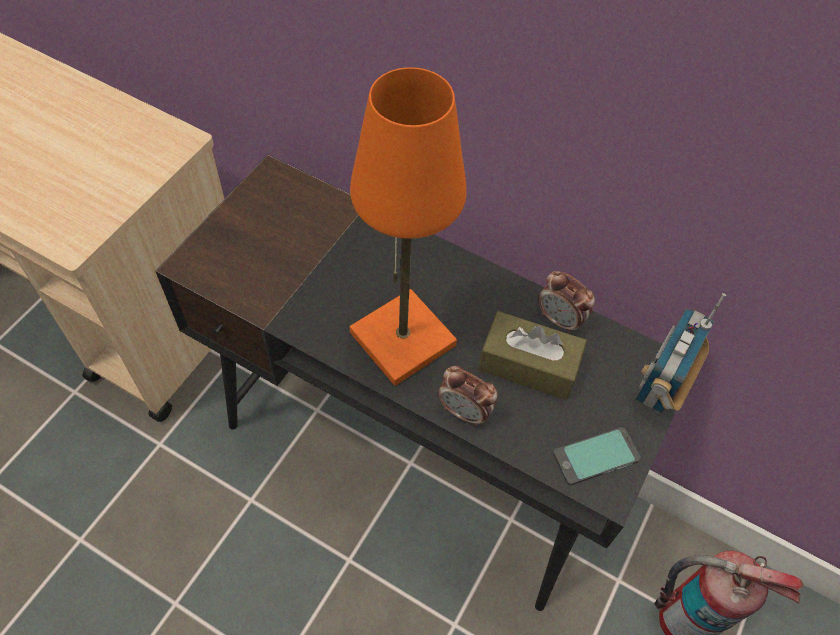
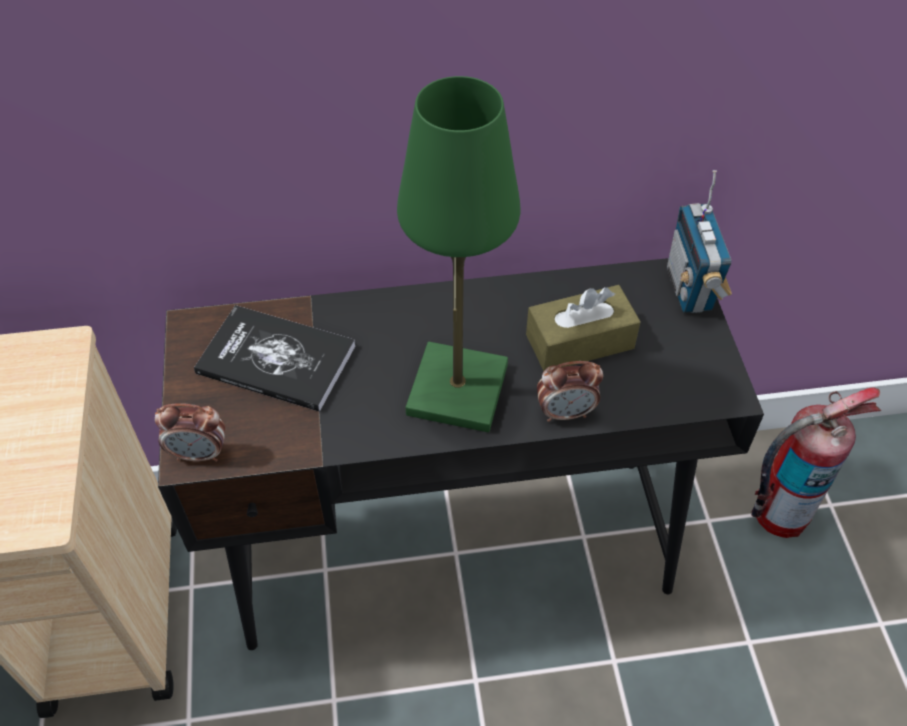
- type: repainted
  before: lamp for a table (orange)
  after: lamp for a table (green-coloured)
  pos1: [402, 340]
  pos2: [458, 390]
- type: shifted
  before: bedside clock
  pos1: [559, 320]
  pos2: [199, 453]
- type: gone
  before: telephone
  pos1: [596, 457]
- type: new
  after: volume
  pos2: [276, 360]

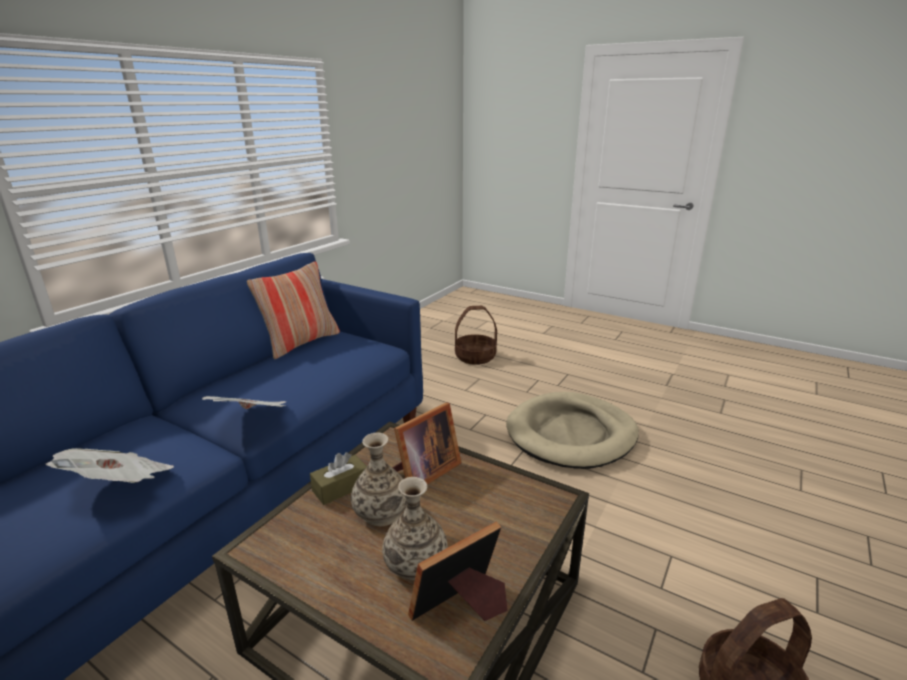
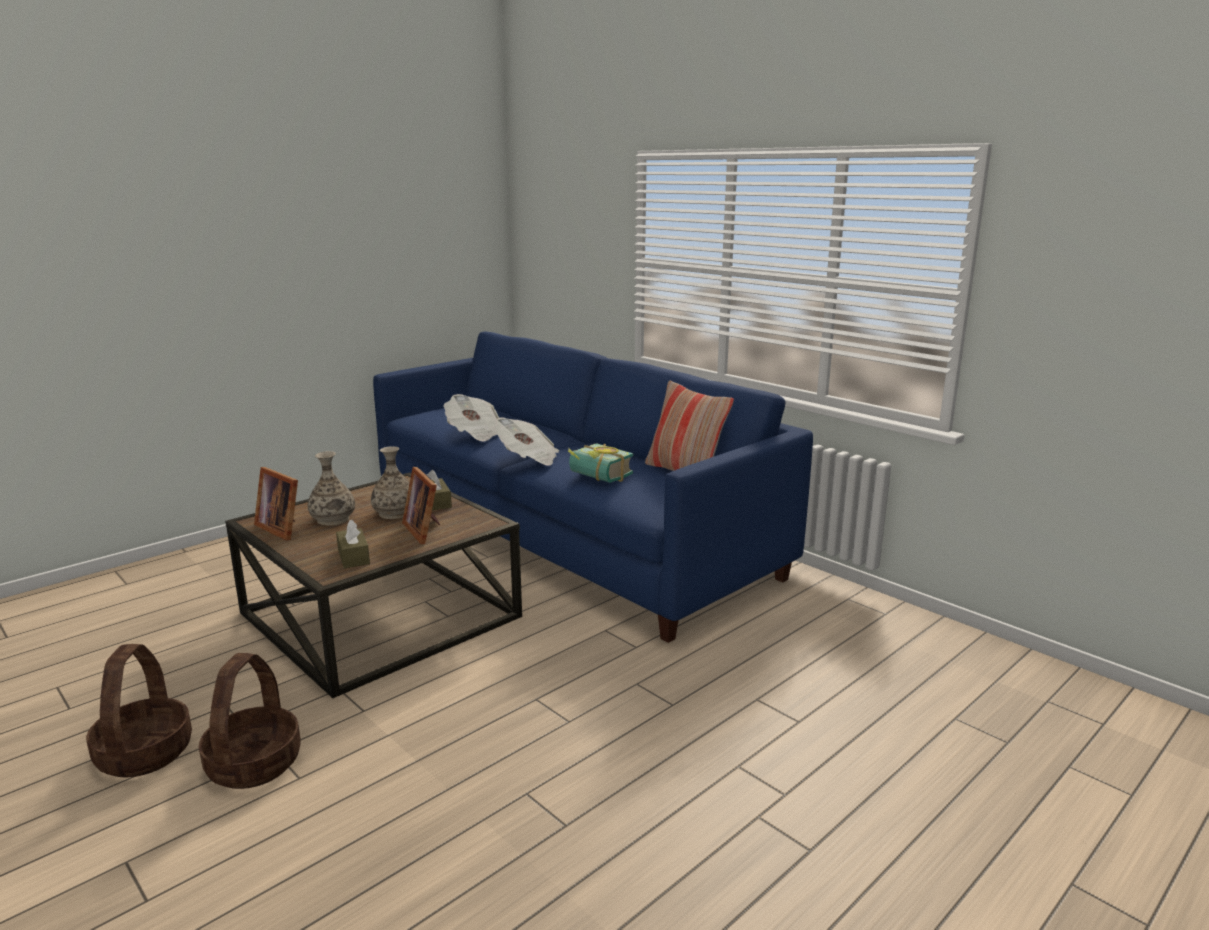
- type: rotated
  before: standing frame
  pos1: [462, 607]
  pos2: [282, 528]
  turn: 150
- type: shifted
  before: basket
  pos1: [475, 357]
  pos2: [254, 764]
- type: gone
  before: dog bed (beige-coloured)
  pos1: [571, 434]
- type: new
  after: tissue holder (brown)
  pos2: [353, 557]
- type: new
  after: volume
  pos2: [596, 478]

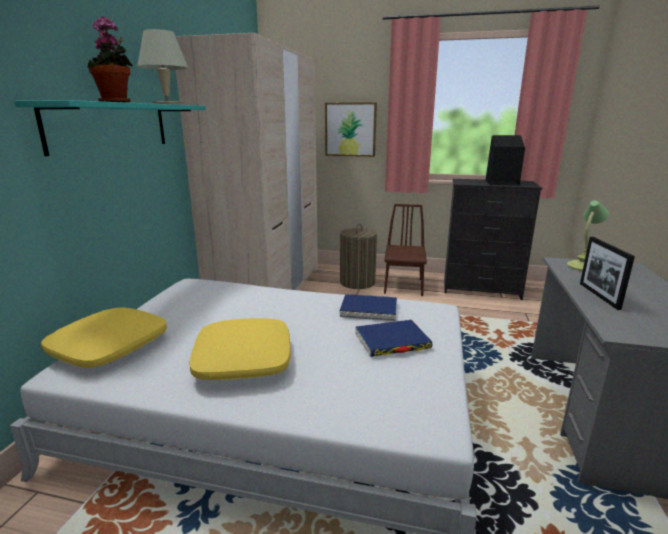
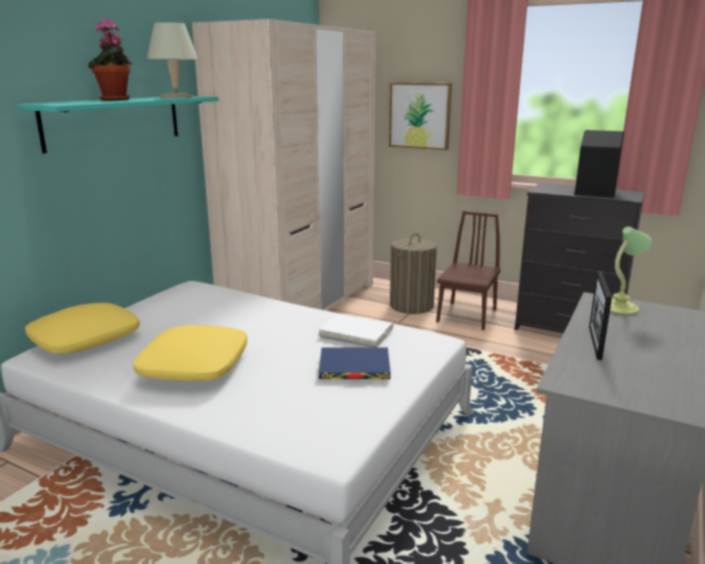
- type: repainted
  before: volume (blue-coloured)
  after: volume (whitish)
  pos1: [369, 310]
  pos2: [356, 333]

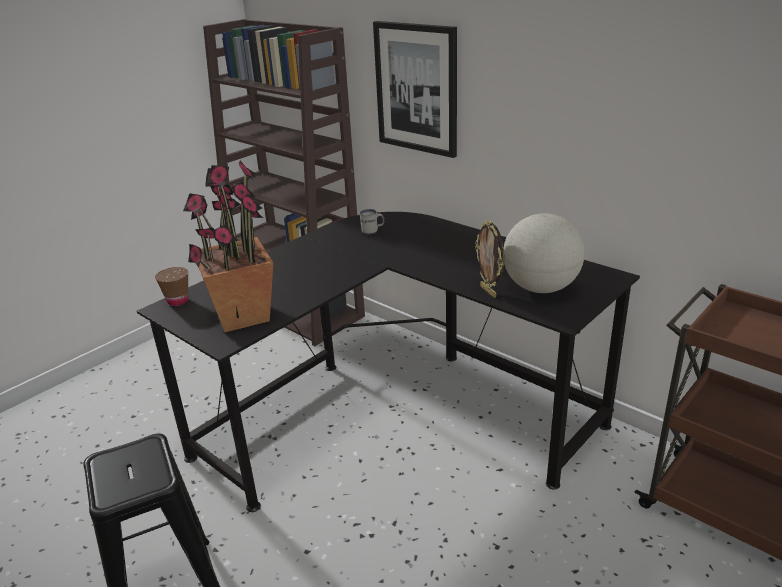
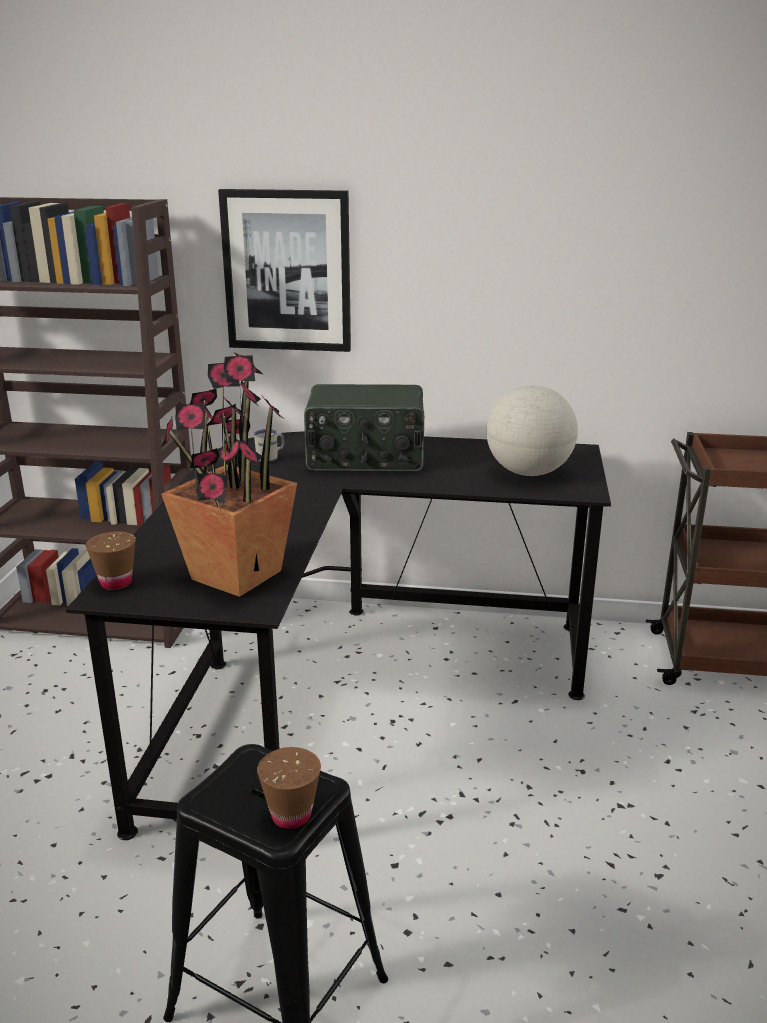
- type: gone
  before: standing frame
  pos1: [489, 291]
- type: new
  after: drinking cup (brown)
  pos2: [291, 815]
- type: new
  after: radio receiver
  pos2: [366, 457]

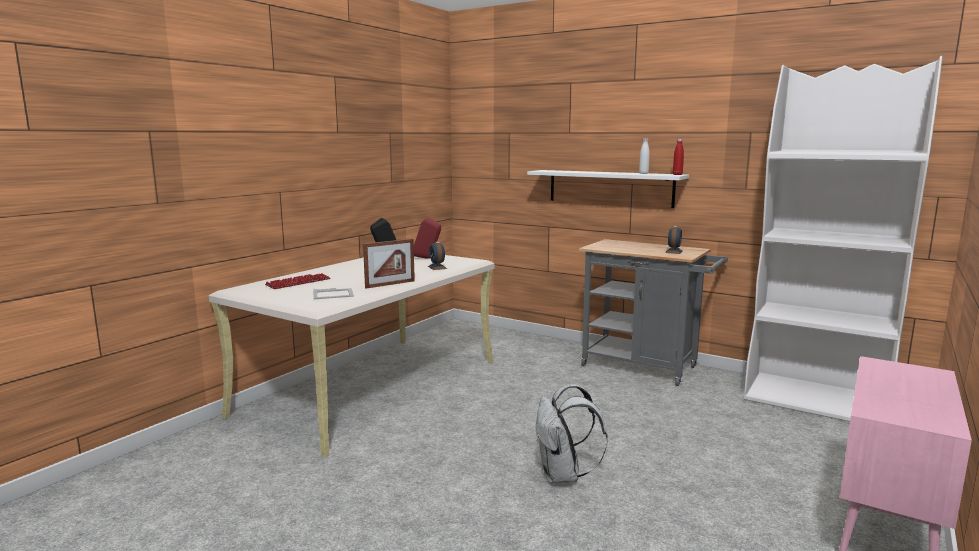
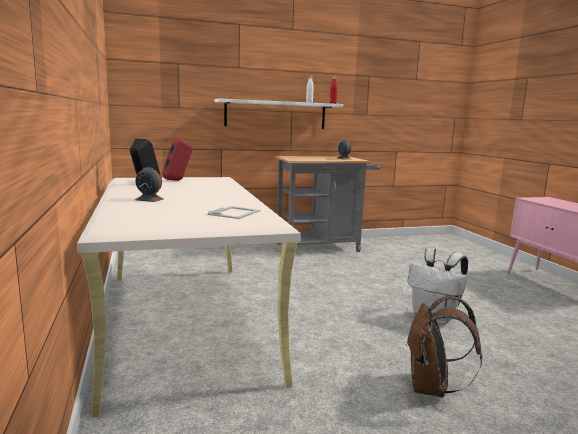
- type: gone
  before: keyboard
  pos1: [298, 283]
- type: gone
  before: standing frame
  pos1: [390, 284]
- type: shifted
  before: bedside clock
  pos1: [437, 267]
  pos2: [149, 199]
- type: gone
  before: bookcase (whitish)
  pos1: [816, 400]
- type: new
  after: knapsack (brown)
  pos2: [432, 388]

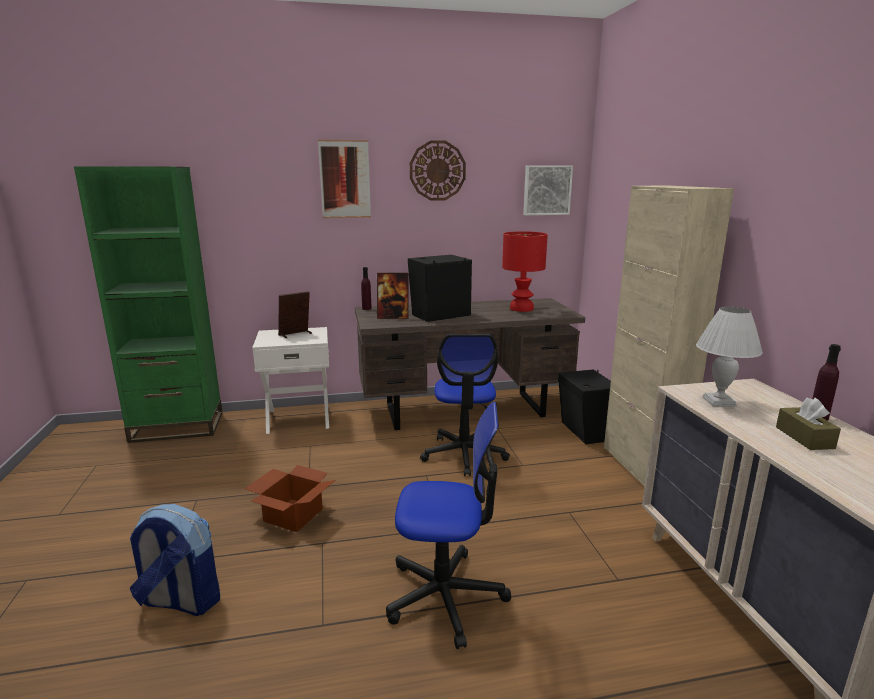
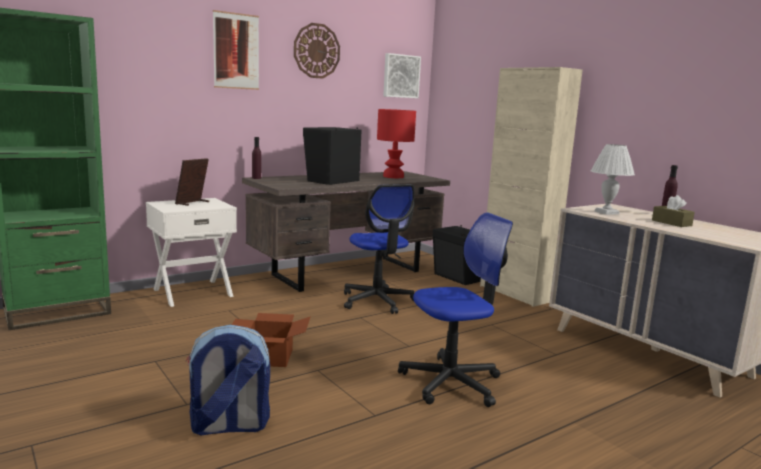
- type: gone
  before: standing frame
  pos1: [393, 317]

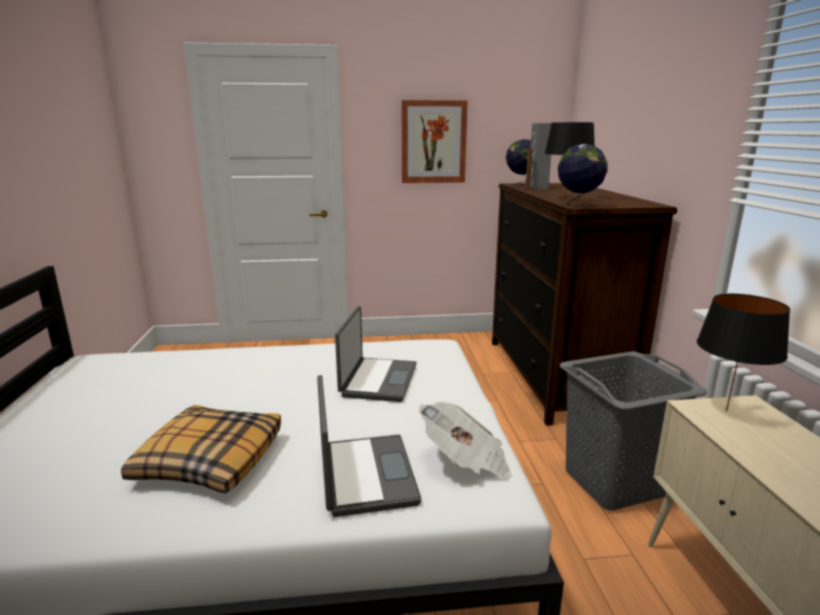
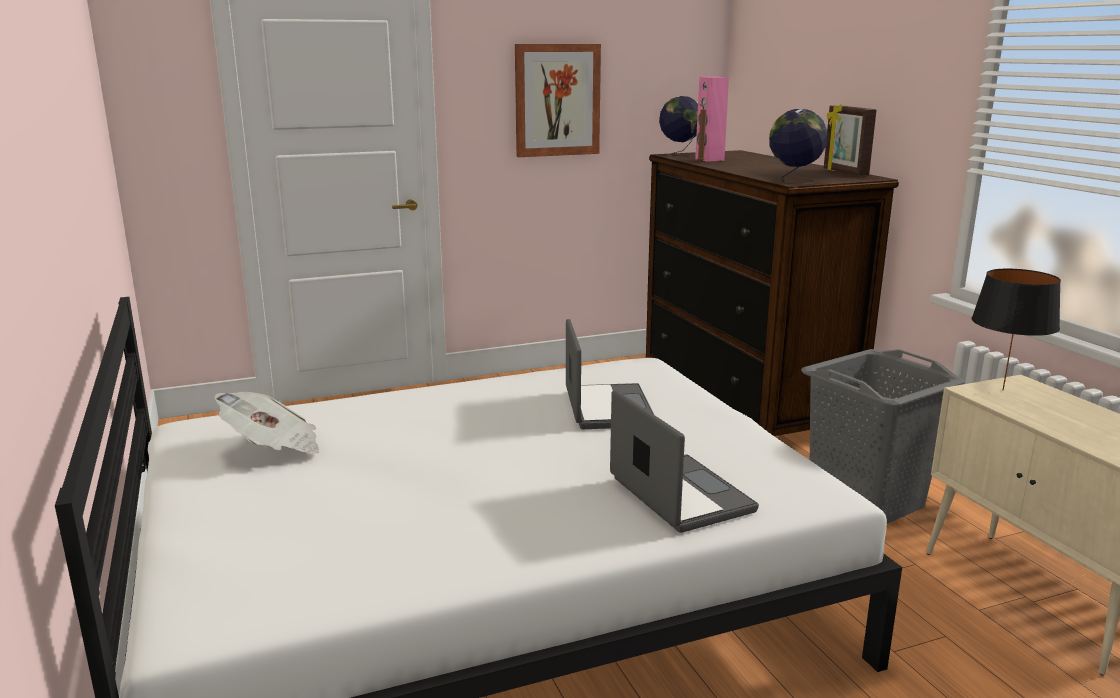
- type: gone
  before: cushion
  pos1: [209, 460]
- type: shifted
  before: newspaper
  pos1: [466, 461]
  pos2: [273, 447]
- type: repainted
  before: audio speaker (gray)
  after: audio speaker (pink)
  pos1: [537, 188]
  pos2: [709, 159]
- type: gone
  before: lamp for a table (black)
  pos1: [565, 198]
- type: new
  after: standing frame
  pos2: [844, 172]

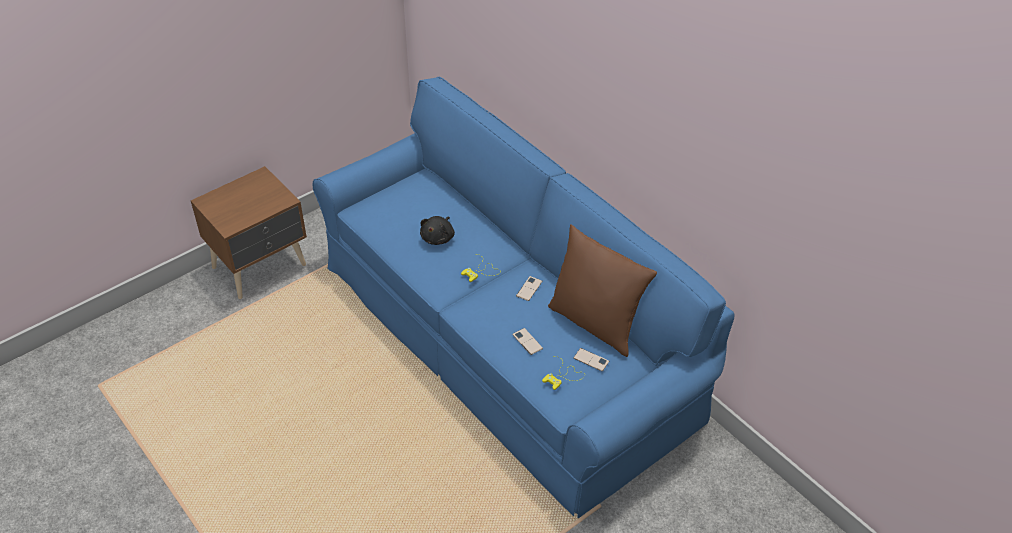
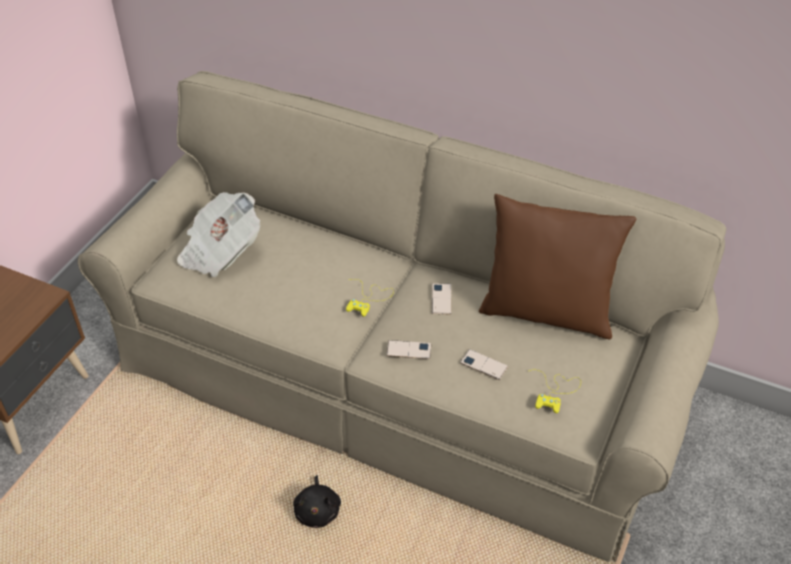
- type: repainted
  before: settee (blue-coloured)
  after: settee (beige-coloured)
  pos1: [505, 340]
  pos2: [396, 378]
- type: shifted
  before: plush toy (black)
  pos1: [438, 237]
  pos2: [318, 511]
- type: shifted
  before: telephone
  pos1: [591, 360]
  pos2: [409, 350]
- type: new
  after: newspaper
  pos2: [220, 251]

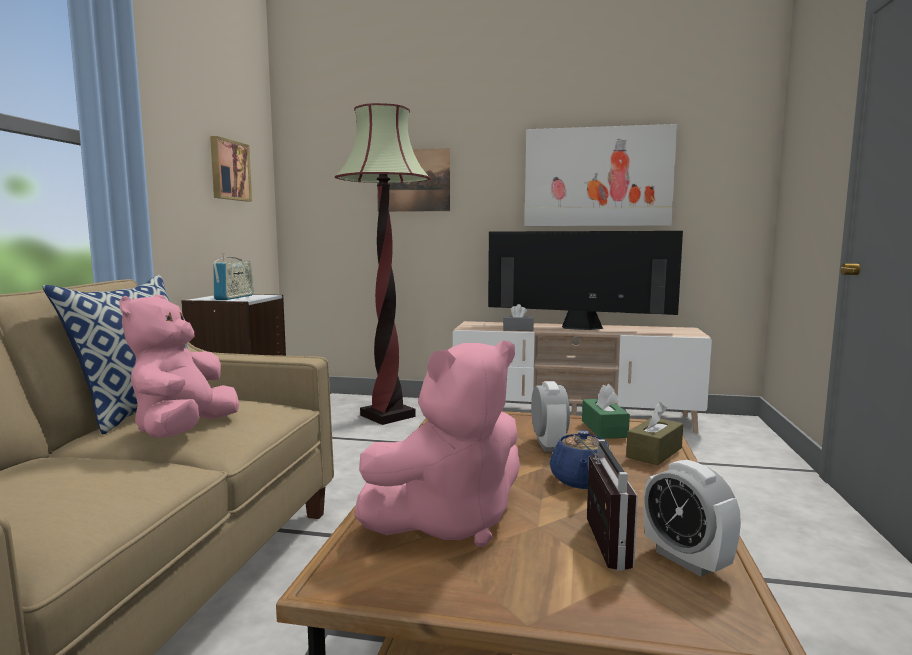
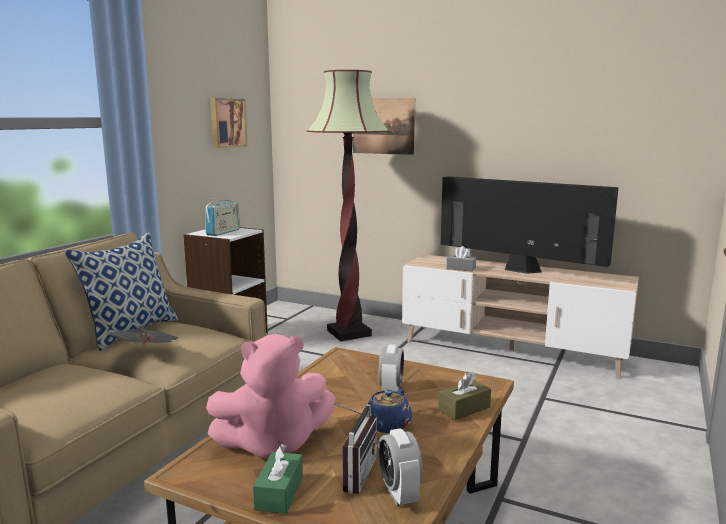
- type: swapped
  before: plush toy (pink)
  after: newspaper
  pos1: [184, 432]
  pos2: [147, 354]
- type: gone
  before: wall art
  pos1: [597, 177]
- type: shifted
  before: tissue holder (green-coloured)
  pos1: [604, 429]
  pos2: [279, 493]

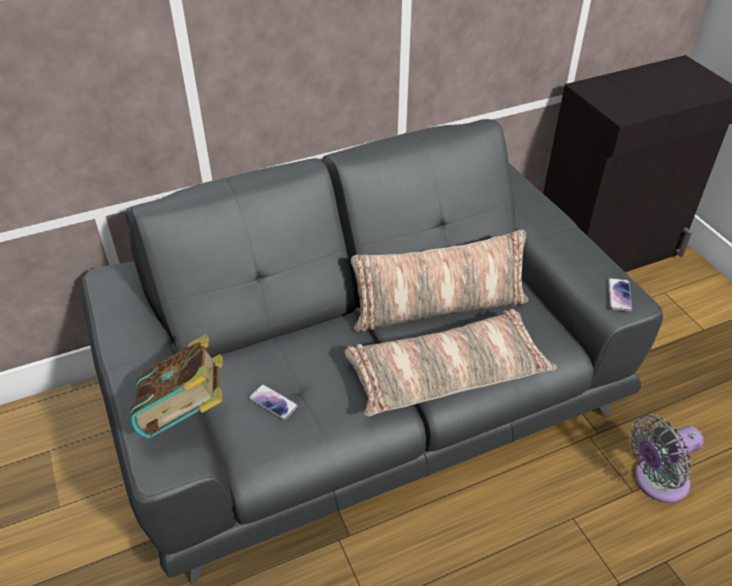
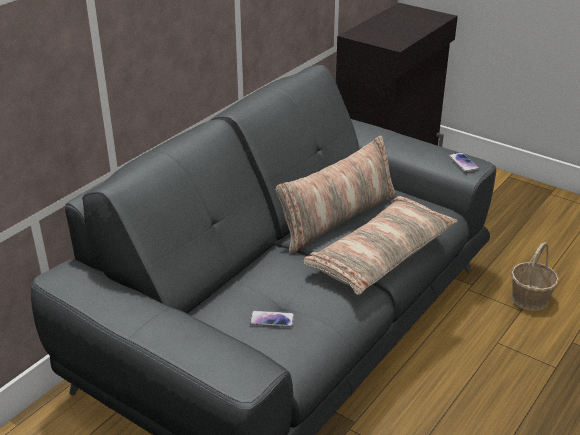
- type: gone
  before: volume
  pos1: [185, 413]
- type: swapped
  before: cooling fan (gray)
  after: basket
  pos1: [656, 481]
  pos2: [530, 298]

